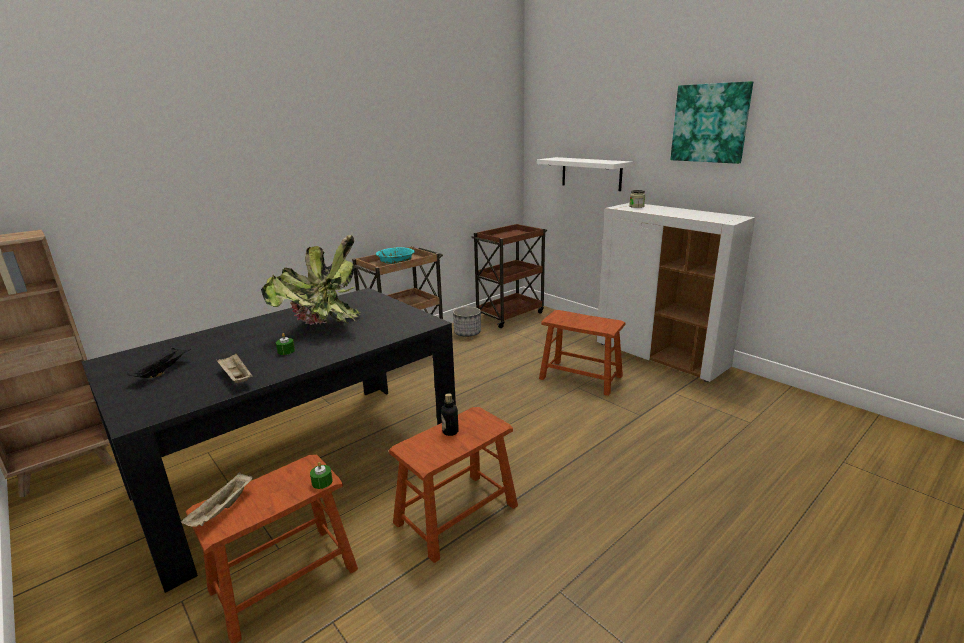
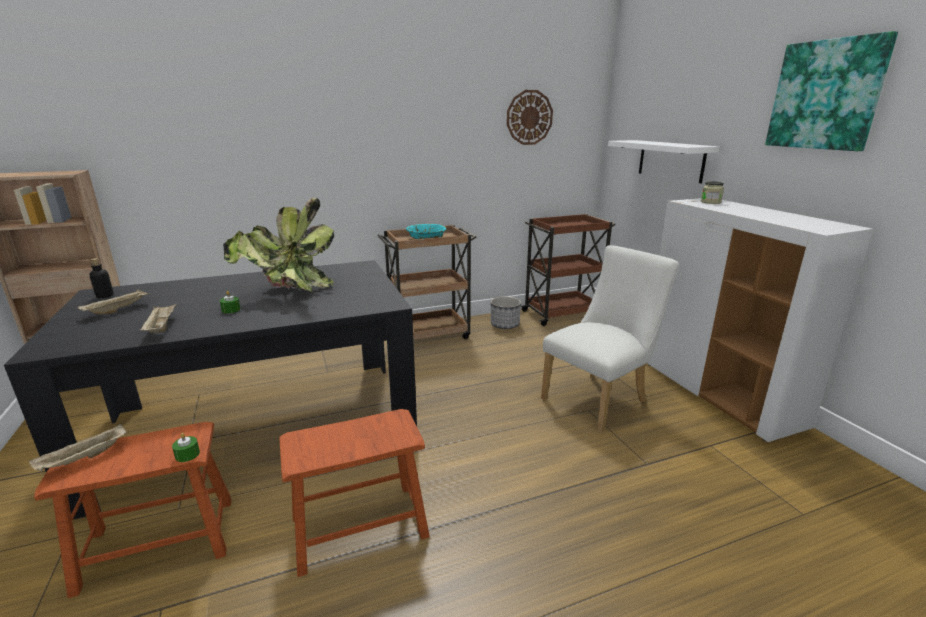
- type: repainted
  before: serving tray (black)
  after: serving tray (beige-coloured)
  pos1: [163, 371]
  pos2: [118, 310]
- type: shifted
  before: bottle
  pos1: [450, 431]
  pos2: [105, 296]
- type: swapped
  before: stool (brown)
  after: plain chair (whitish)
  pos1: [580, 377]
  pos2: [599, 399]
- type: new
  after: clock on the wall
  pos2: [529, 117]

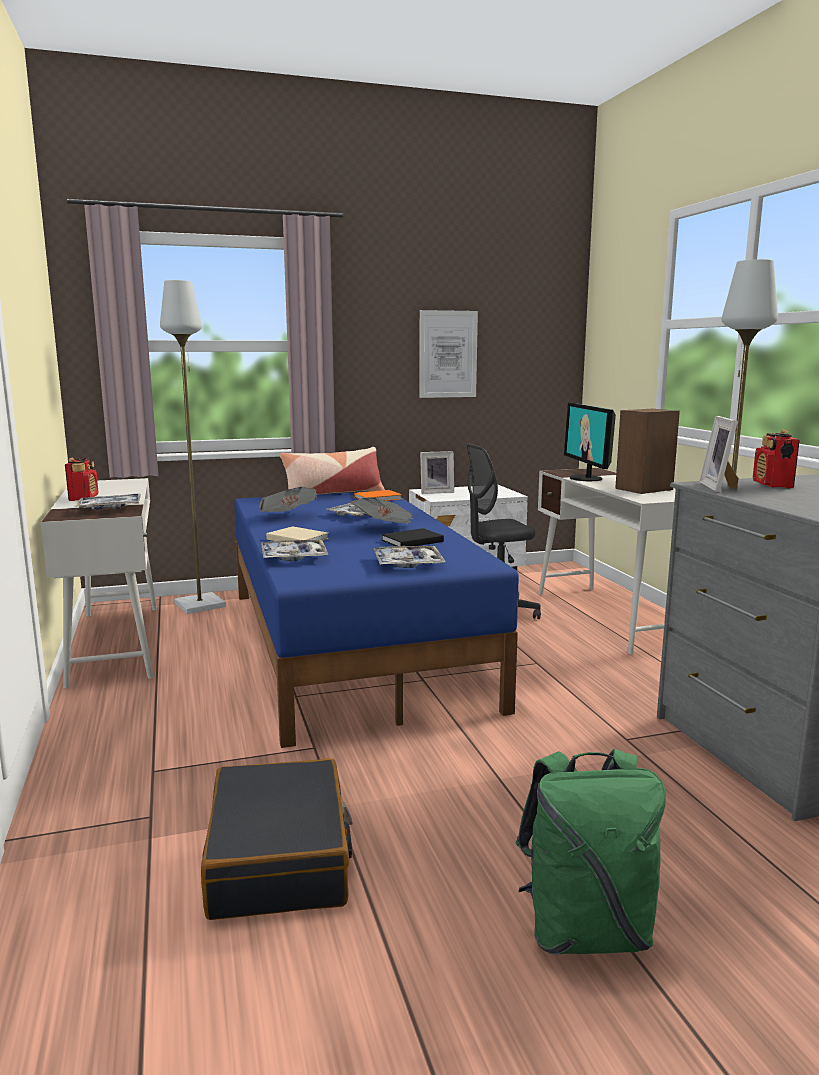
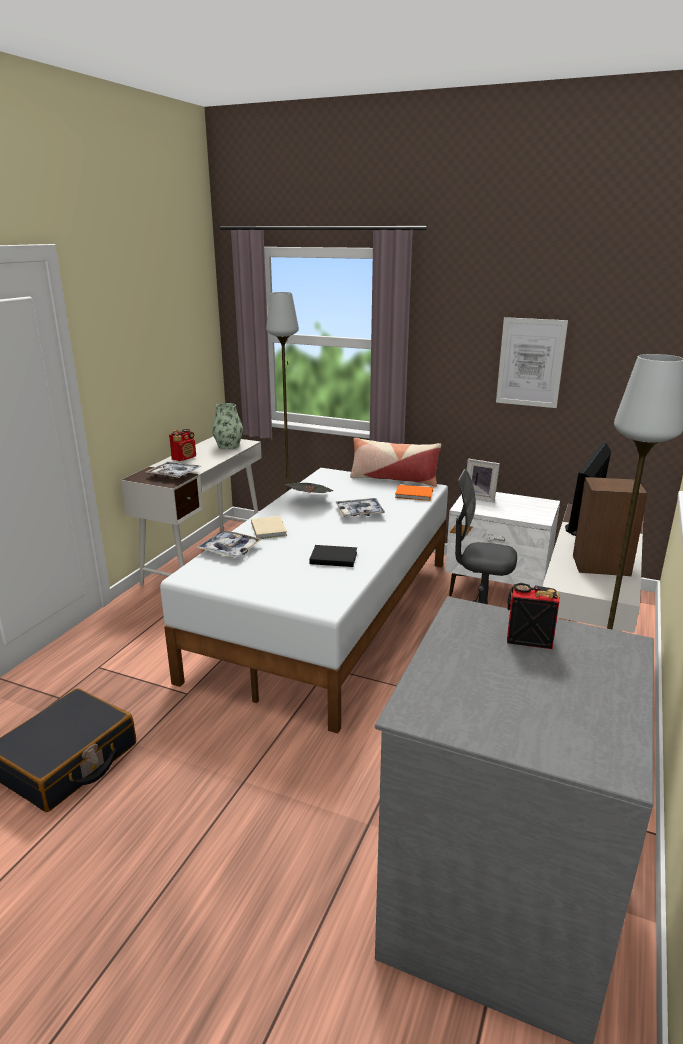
- type: repainted
  before: bed (blue-coloured)
  after: bed (whitish)
  pos1: [352, 644]
  pos2: [329, 615]
- type: gone
  before: newspaper
  pos1: [385, 528]
- type: gone
  before: serving tray
  pos1: [408, 564]
- type: gone
  before: knapsack (green-coloured)
  pos1: [585, 930]
- type: gone
  before: standing frame
  pos1: [720, 487]
- type: rotated
  before: radio receiver
  pos1: [772, 485]
  pos2: [528, 638]
  turn: 60
- type: new
  after: flower vase
  pos2: [228, 446]

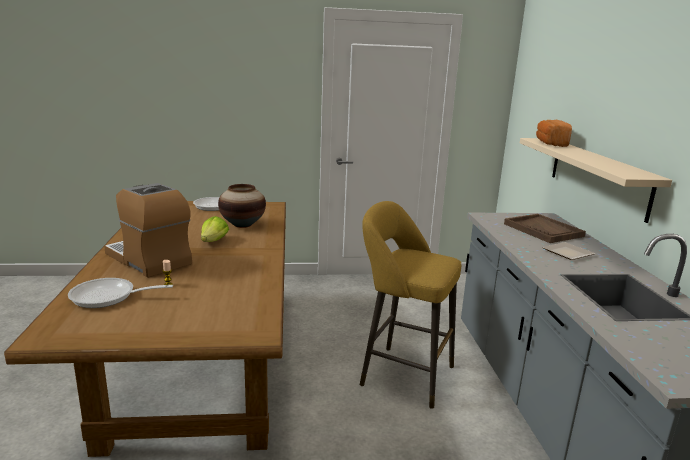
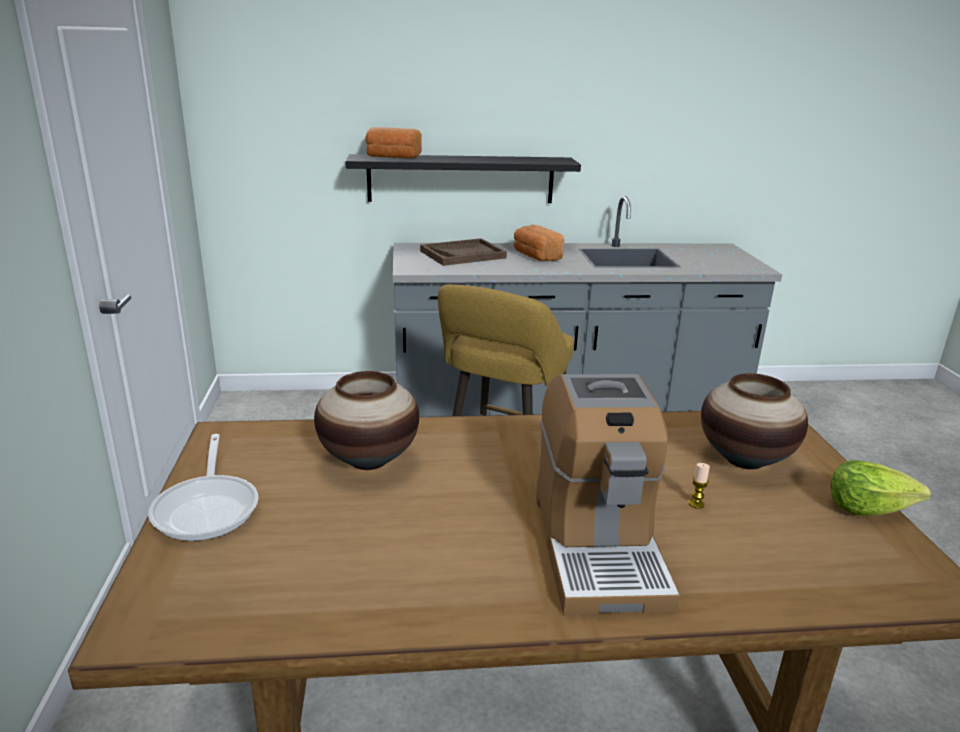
- type: gone
  before: skillet
  pos1: [108, 297]
- type: rotated
  before: coffee machine
  pos1: [149, 259]
  pos2: [598, 547]
  turn: -45
- type: shifted
  before: head of lettuce
  pos1: [214, 242]
  pos2: [868, 508]
- type: repainted
  before: shelf (beige-coloured)
  after: shelf (black)
  pos1: [597, 176]
  pos2: [461, 179]
- type: swapped
  before: flat dish
  after: baked bread
  pos1: [569, 253]
  pos2: [535, 256]
- type: new
  after: flower vase
  pos2: [745, 460]

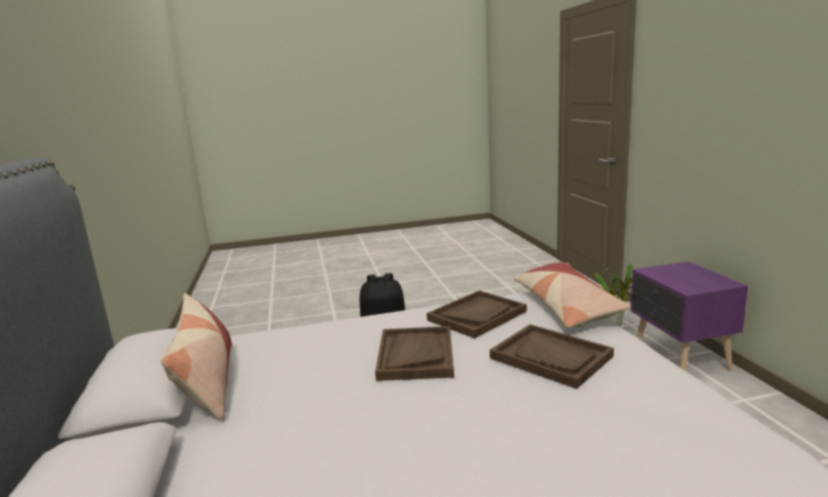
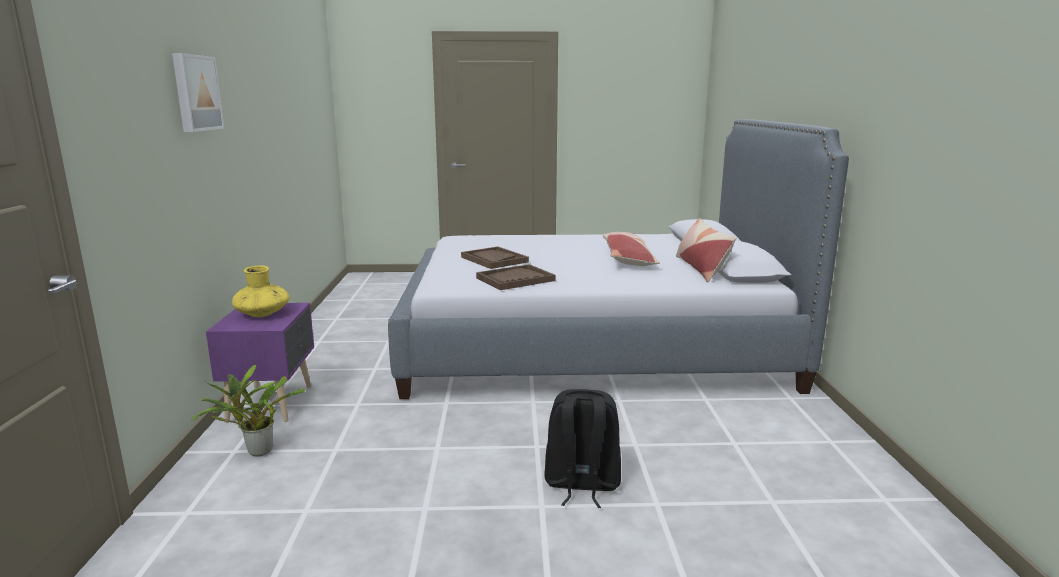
- type: gone
  before: serving tray (brown)
  pos1: [415, 355]
- type: shifted
  before: cushion
  pos1: [566, 306]
  pos2: [628, 259]
- type: new
  after: wall art
  pos2: [195, 93]
- type: new
  after: flower vase (yellow-coloured)
  pos2: [262, 314]

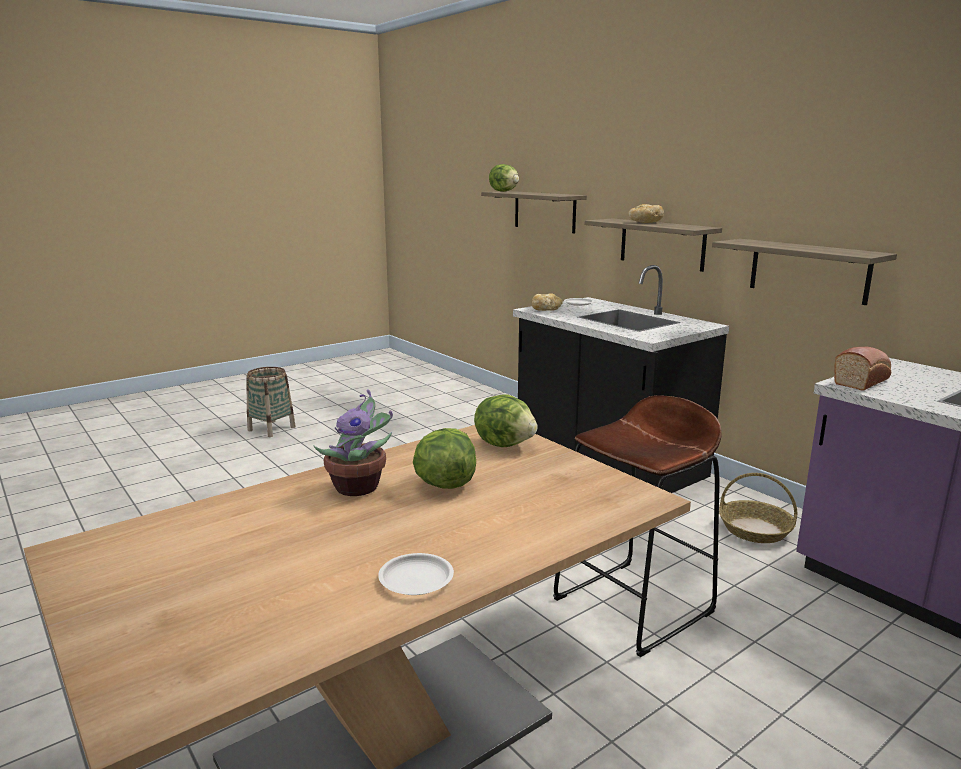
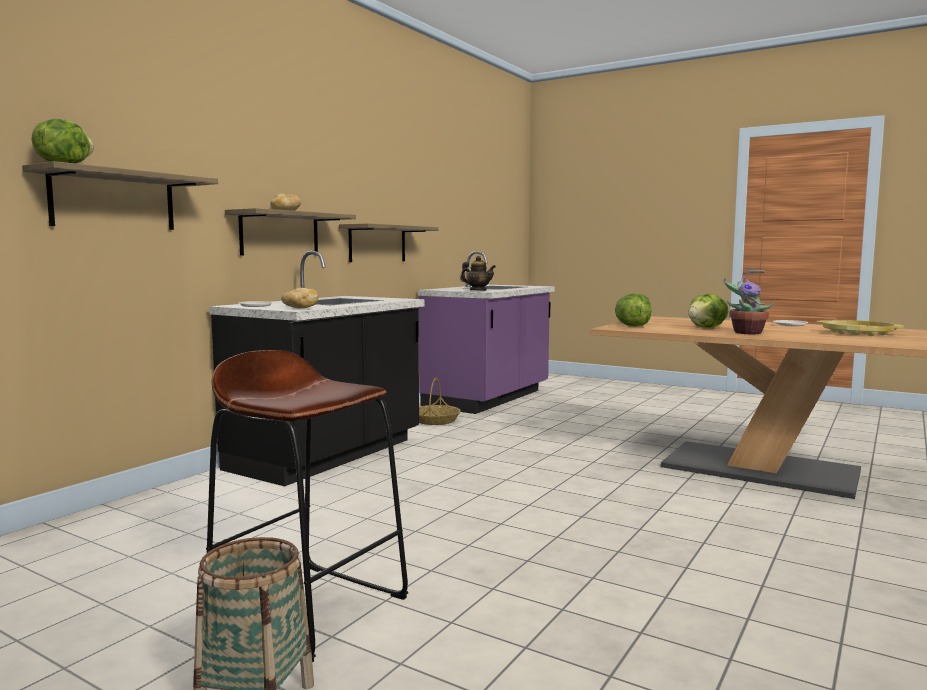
- type: shifted
  before: stool (brown)
  pos1: [634, 605]
  pos2: [309, 608]
- type: swapped
  before: baked bread
  after: tea pot
  pos1: [862, 381]
  pos2: [478, 290]
- type: new
  after: serving tray (yellow-coloured)
  pos2: [858, 333]

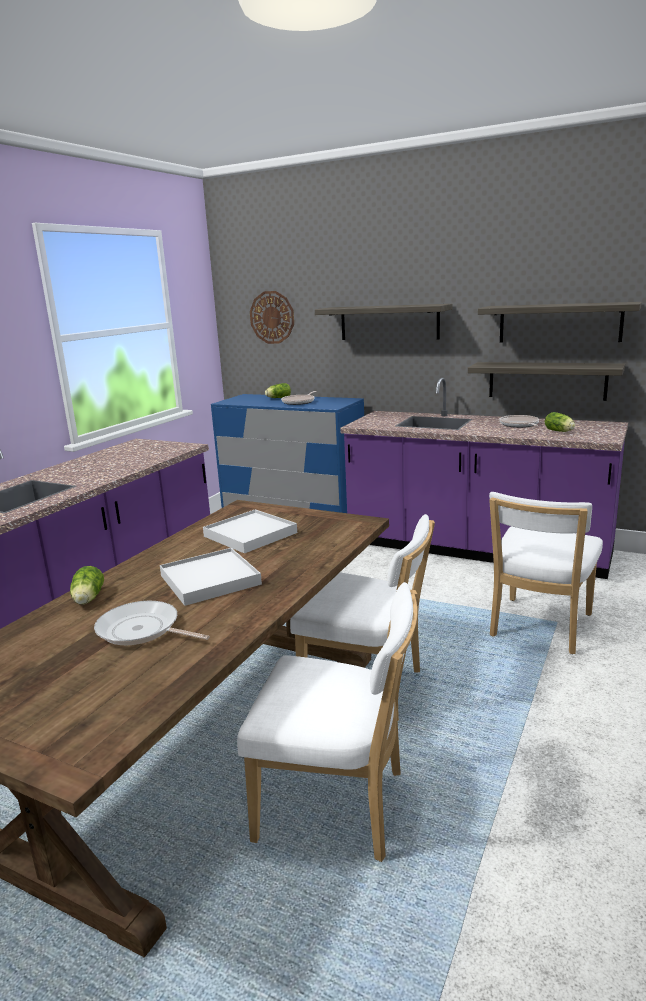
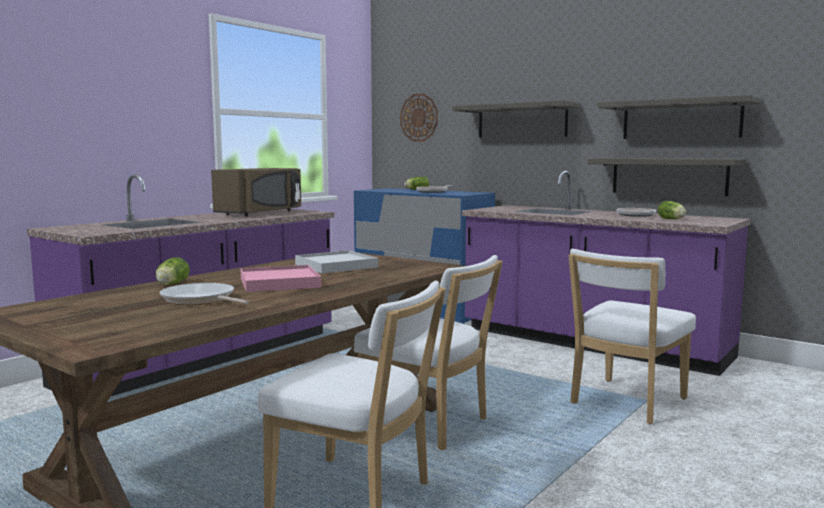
- type: repainted
  before: serving tray (whitish)
  after: serving tray (pink)
  pos1: [210, 580]
  pos2: [280, 283]
- type: new
  after: kitchen microwave (brown)
  pos2: [261, 213]

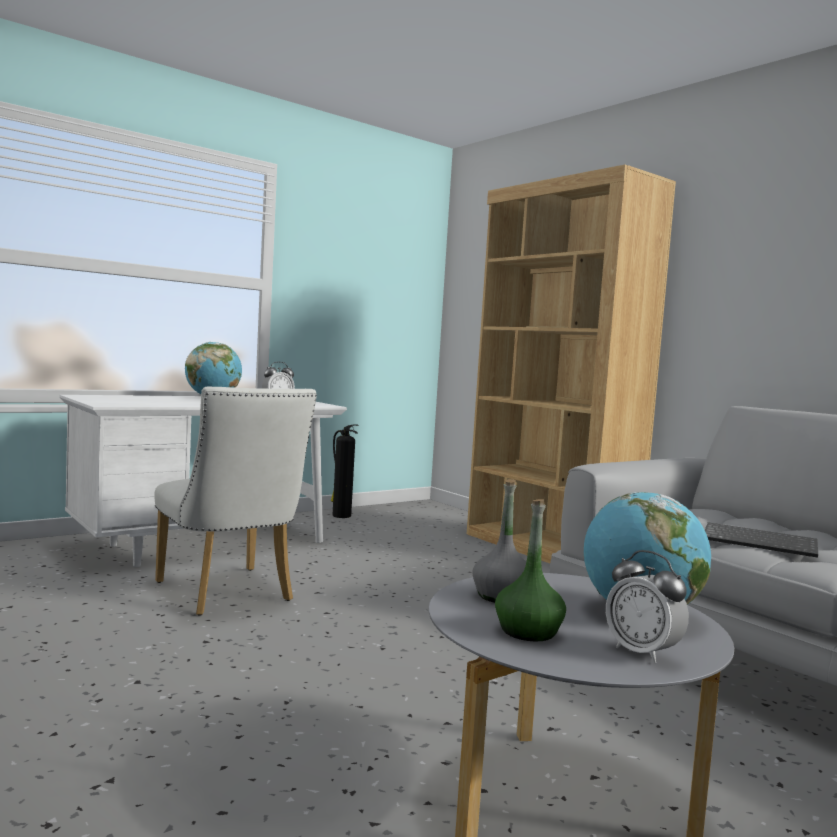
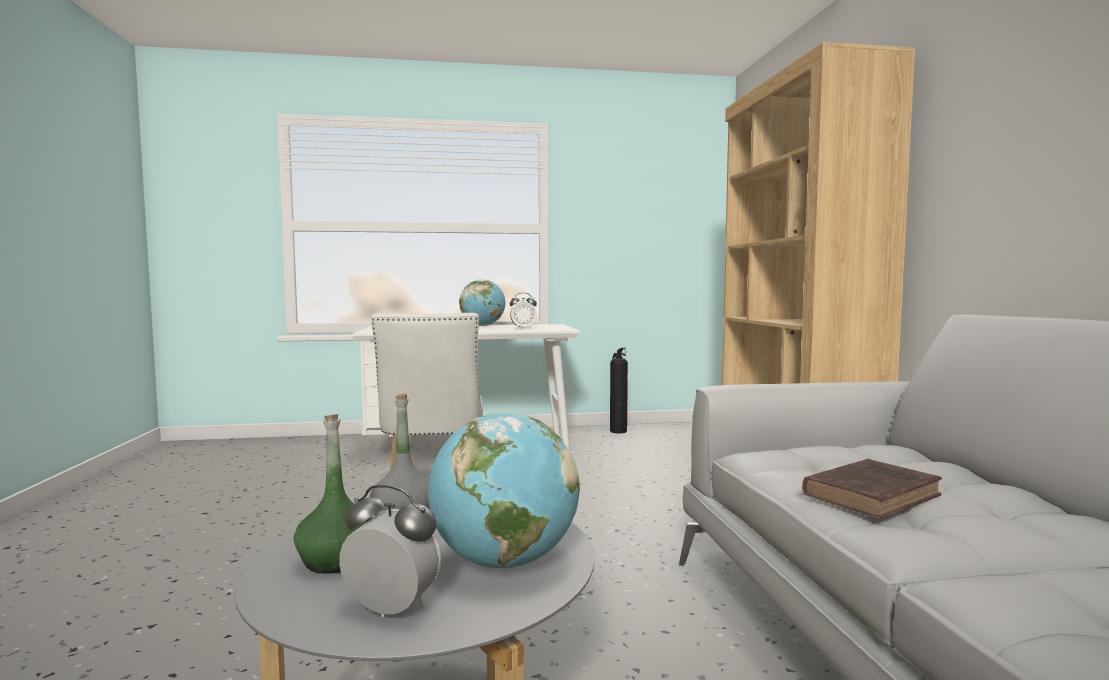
- type: rotated
  before: bedside clock
  pos1: [642, 652]
  pos2: [391, 609]
  turn: 120
- type: swapped
  before: keyboard
  after: volume (brown)
  pos1: [760, 542]
  pos2: [873, 494]

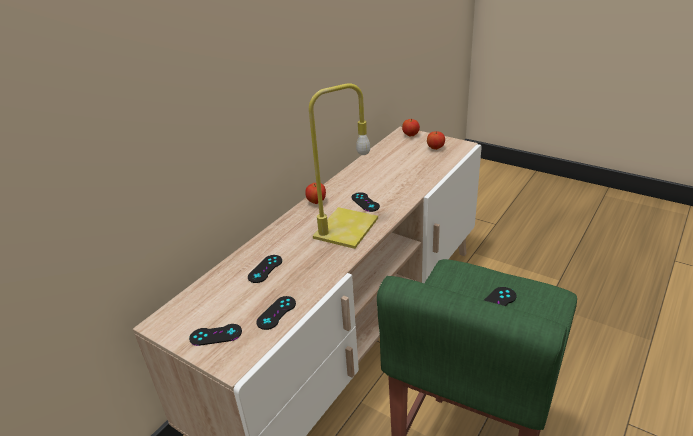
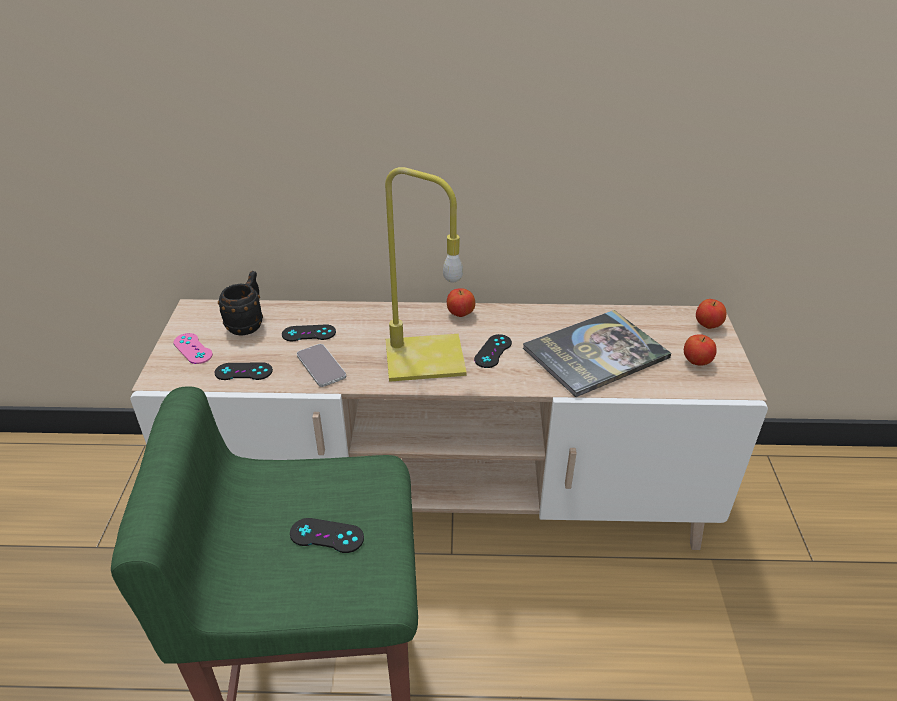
- type: repainted
  before: joypad (black)
  after: joypad (pink)
  pos1: [215, 335]
  pos2: [193, 348]
- type: new
  after: tea mug (black)
  pos2: [248, 323]
- type: new
  after: telephone
  pos2: [321, 366]
- type: new
  after: volume
  pos2: [595, 353]

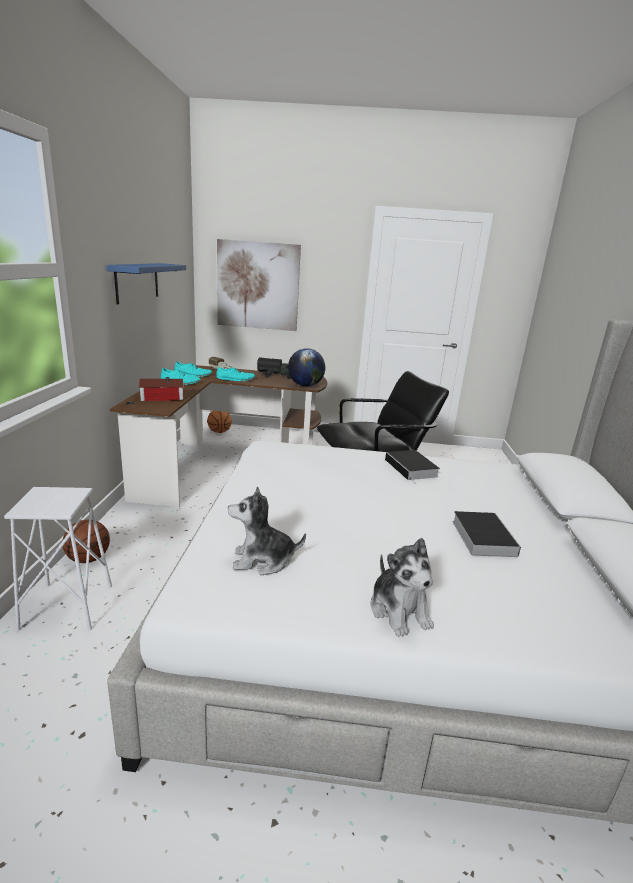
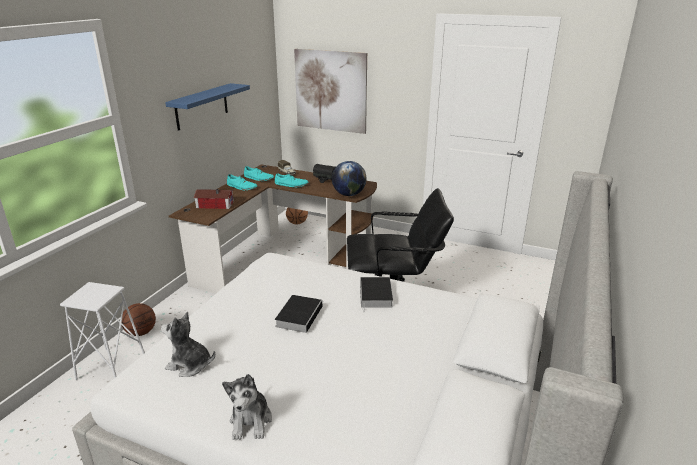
- type: shifted
  before: volume
  pos1: [481, 536]
  pos2: [299, 315]

